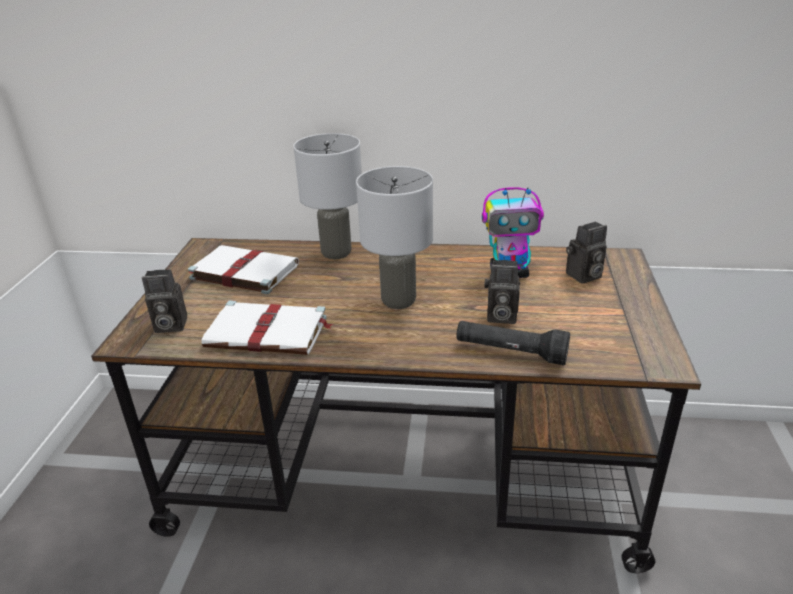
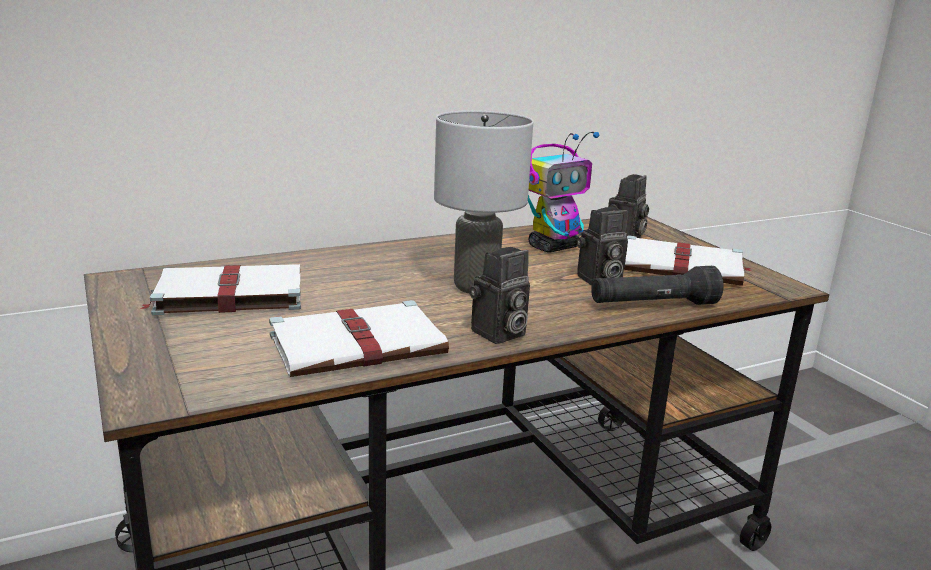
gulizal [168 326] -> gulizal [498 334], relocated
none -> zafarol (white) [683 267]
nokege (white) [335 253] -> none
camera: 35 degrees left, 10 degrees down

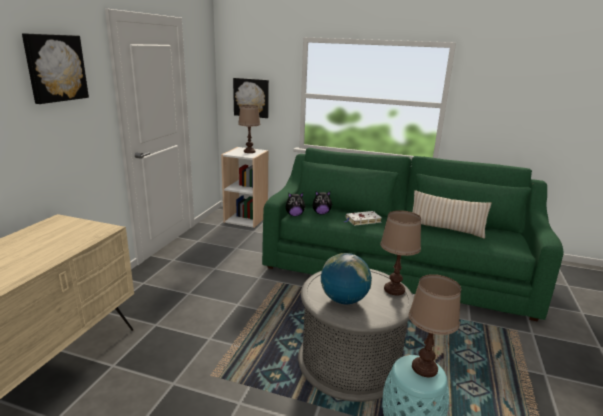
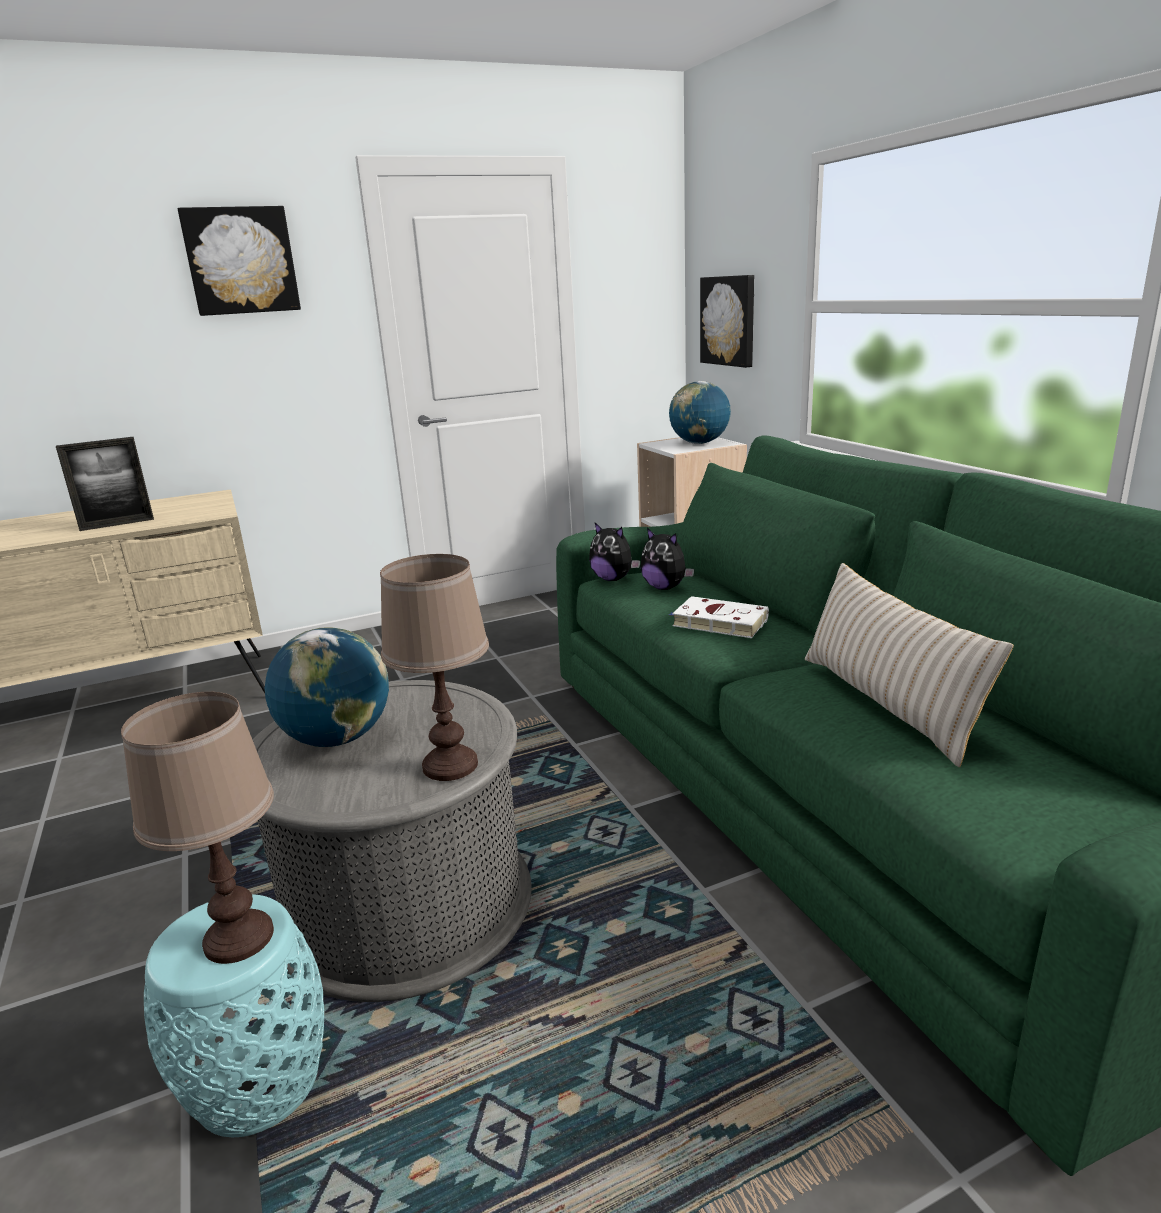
none -> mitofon [117 524]
nokege (brown) [249 151] -> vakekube [699 443]
camera: 50 degrees right, 0 degrees up

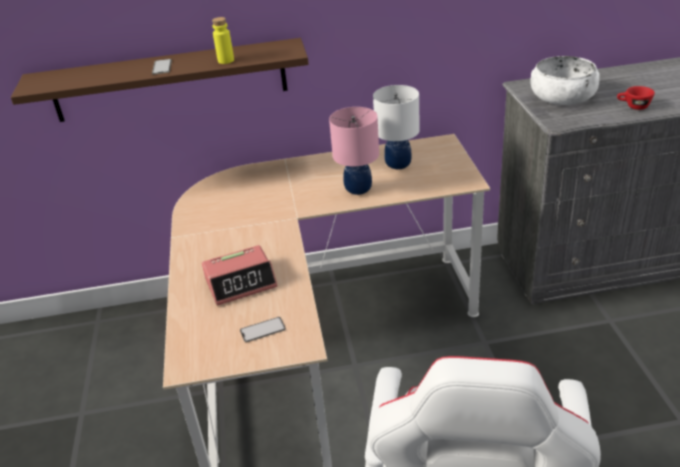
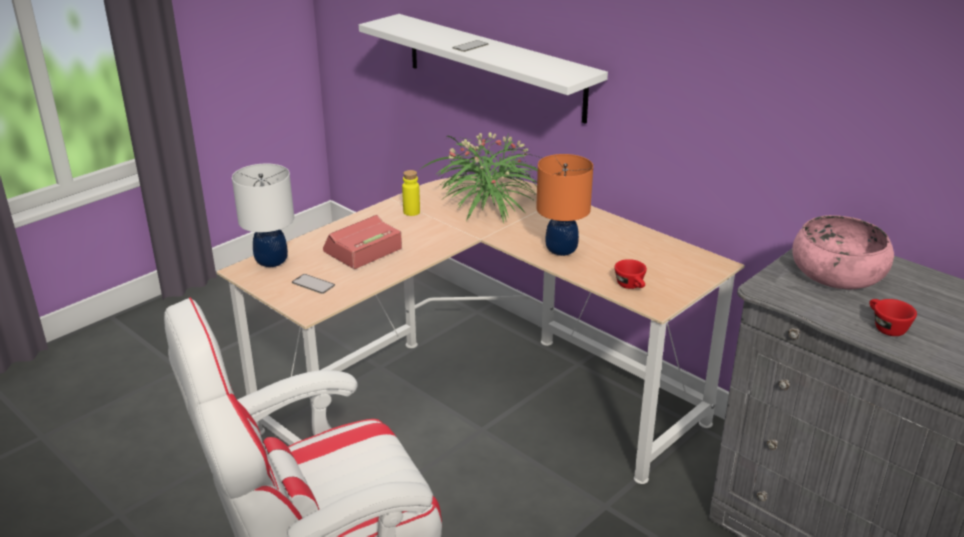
nokege (white) [398 166] -> nokege (white) [270 263], relocated
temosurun [241 282] -> temosurun [362 251], 105 degrees clockwise
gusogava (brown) [169 80] -> gusogava (white) [494 66]
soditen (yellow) [226 60] -> soditen (yellow) [411 212], relocated
none -> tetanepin [488 202]
nokege (pink) [359 190] -> nokege (orange) [562 251]
none -> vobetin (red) [632 286]
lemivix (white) [562 96] -> lemivix (pink) [837 274]
camera: 50 degrees right, 5 degrees down

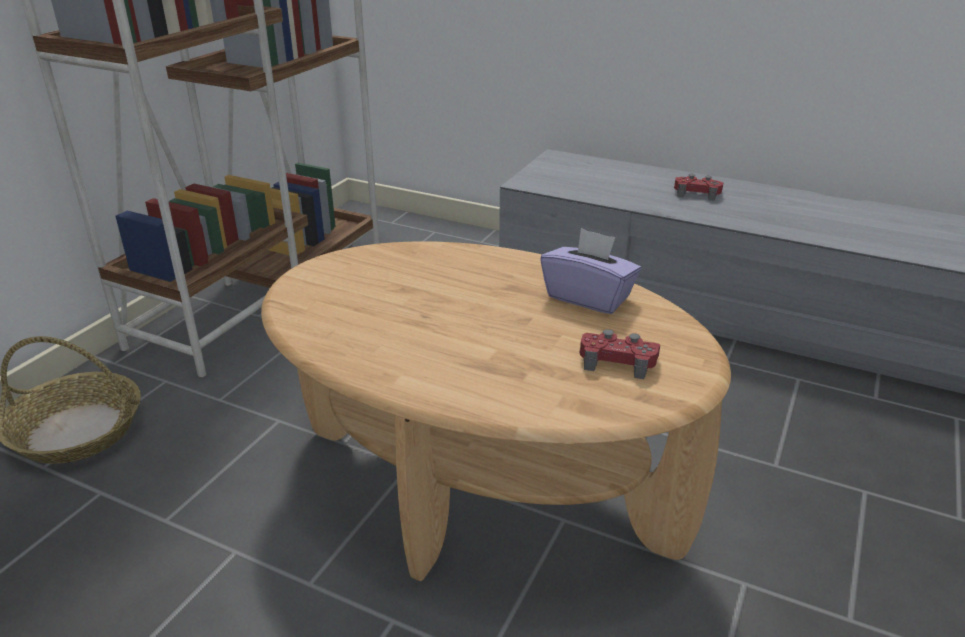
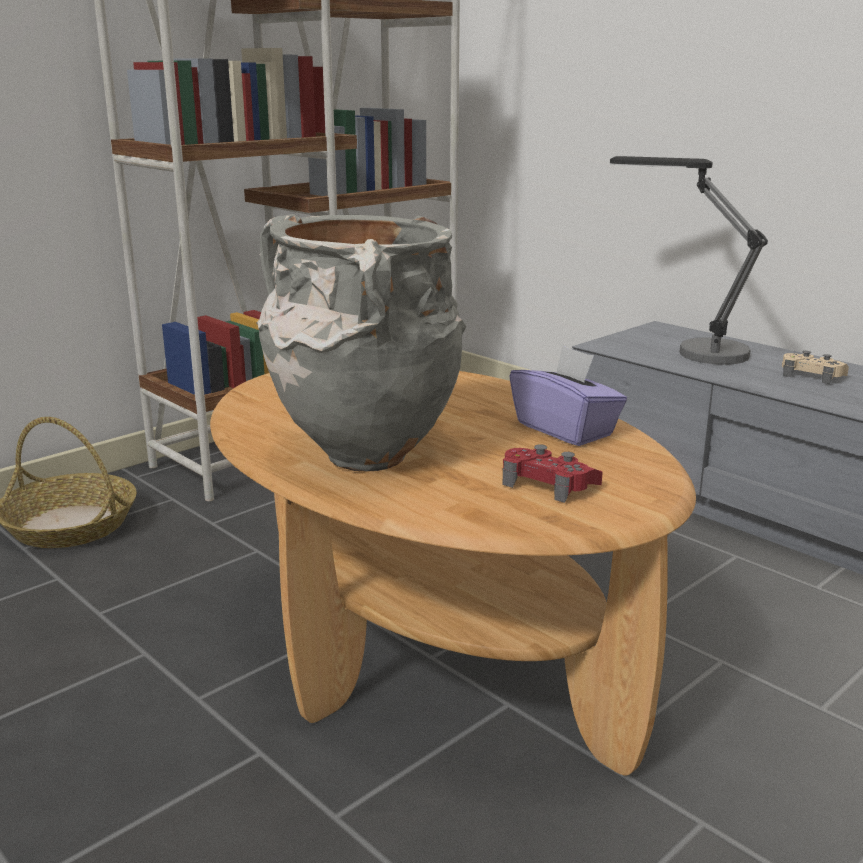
none -> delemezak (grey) [363 455]
none -> nokege [692 351]
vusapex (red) [697 193] -> vusapex (beige) [812 375]
camera: 20 degrees right, 10 degrees down

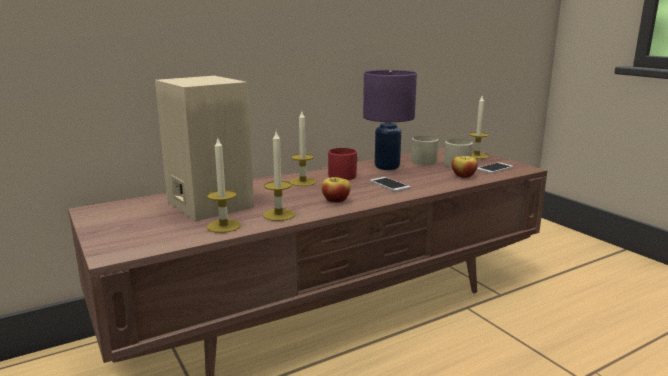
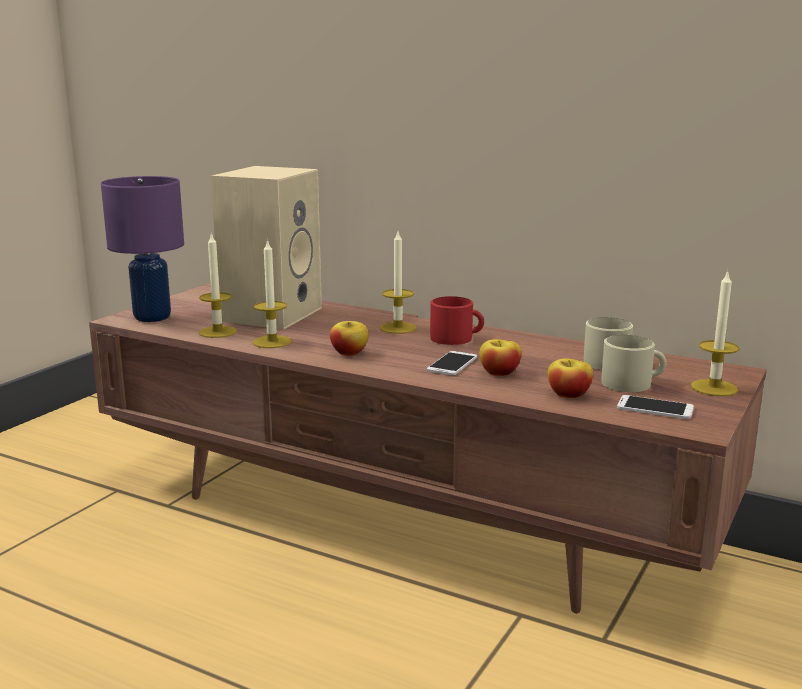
nokege (purple) [388 167] -> nokege (purple) [153 318], relocated
none -> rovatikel [499 373]
camera: 60 degrees right, 0 degrees up

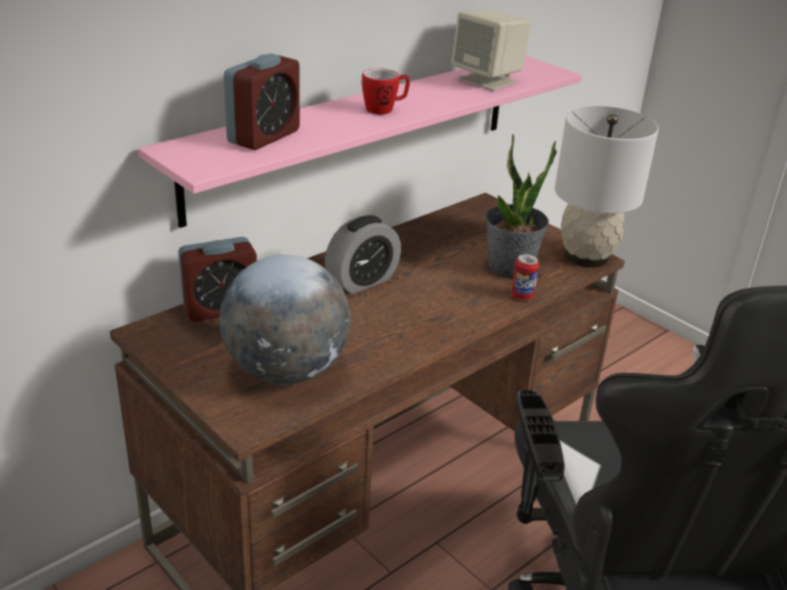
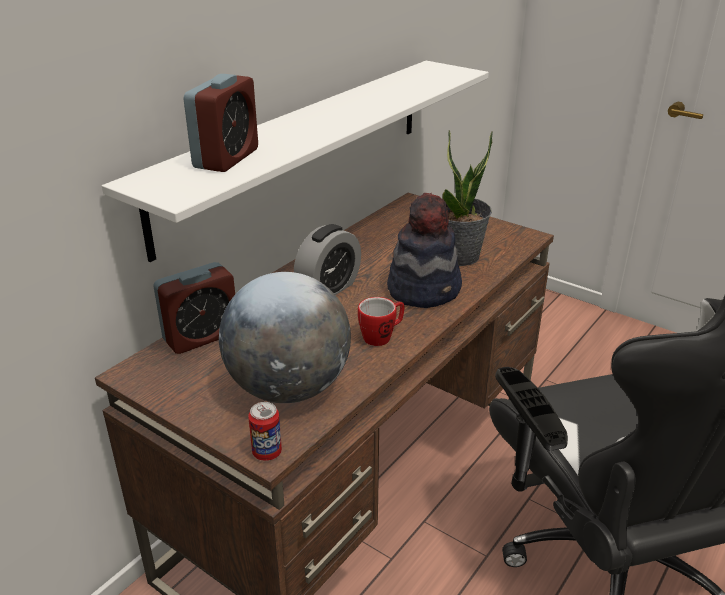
gusogava (pink) [358 133] -> gusogava (white) [300 148]
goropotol [522 296] -> goropotol [267 453], relocated
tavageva [385 109] -> tavageva [382 336], relocated
none -> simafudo [424 289]
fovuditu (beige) [487 81] -> none
nokege (white) [586 256] -> none
camera: 10 degrees left, 0 degrees up

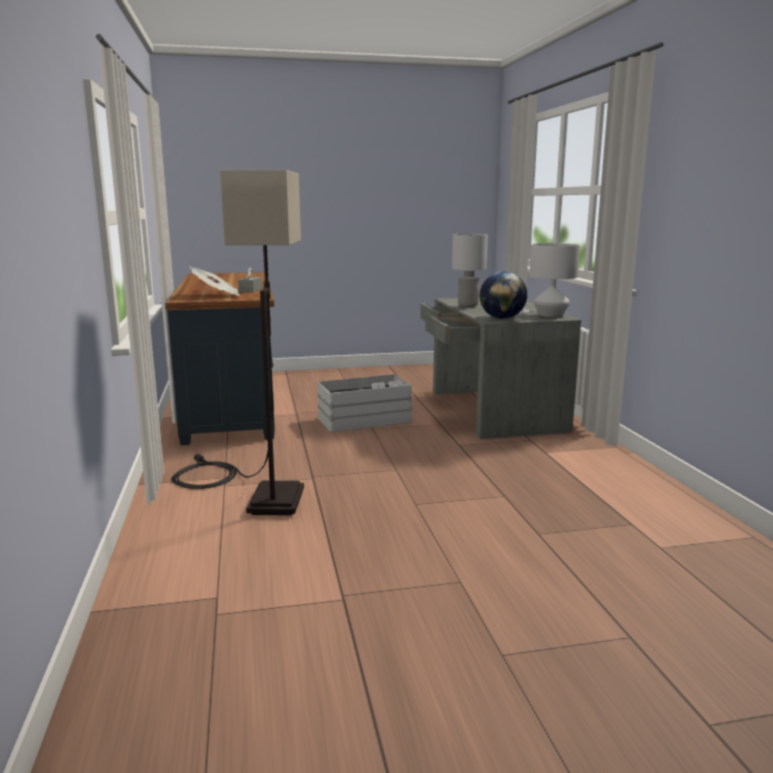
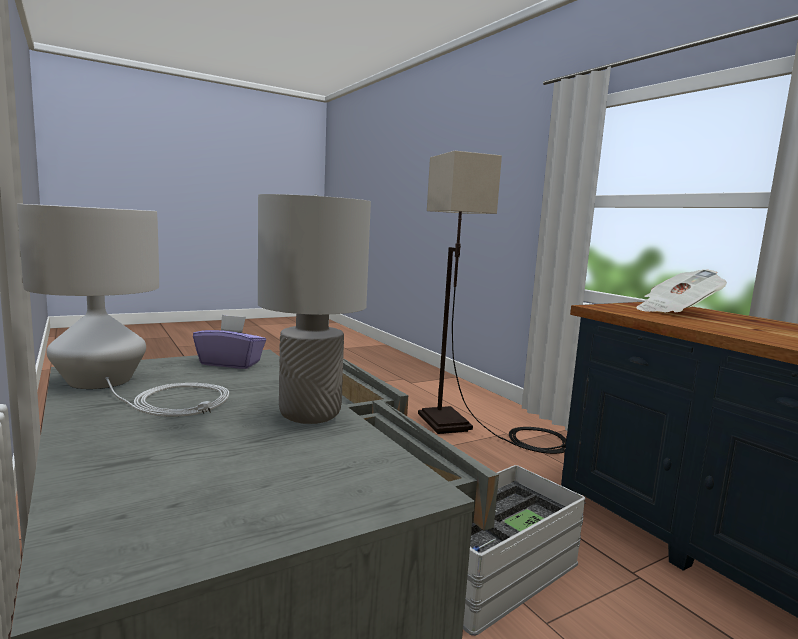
vakekube [502 318] -> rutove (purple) [230 363]
rutove (grey) [250 290] -> none
camera: 160 degrees right, 5 degrees down

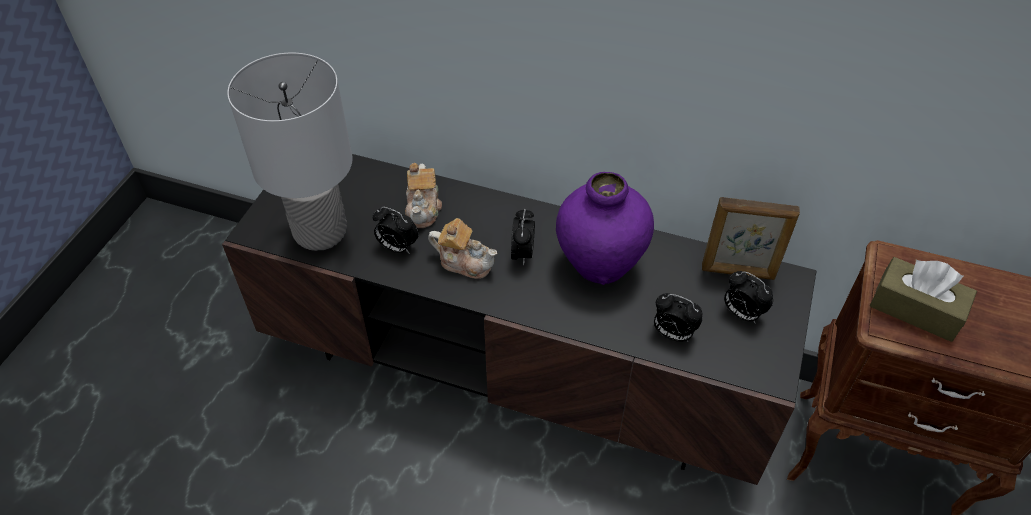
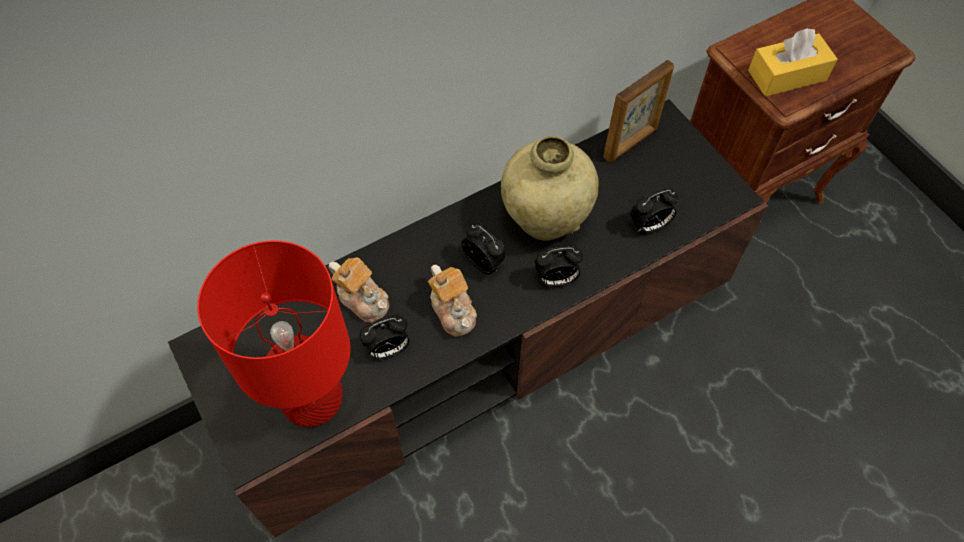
nokege (grey) [322 235] -> nokege (red) [314 400]
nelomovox [465 262] -> nelomovox [453 310], 90 degrees clockwise
delemezak (purple) [600 265] -> delemezak (beige) [545 220]
temosurun [741 313] -> temosurun [556 279], relocated
rutove (brown) [915 309] -> rutove (yellow) [787 75]
camera: 50 degrees left, 10 degrees up

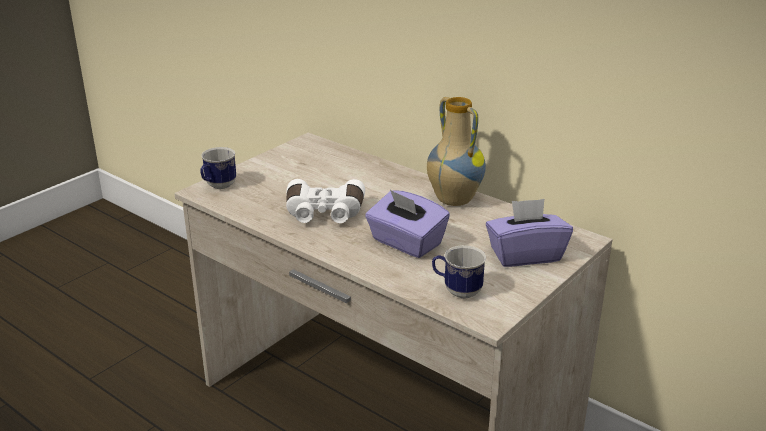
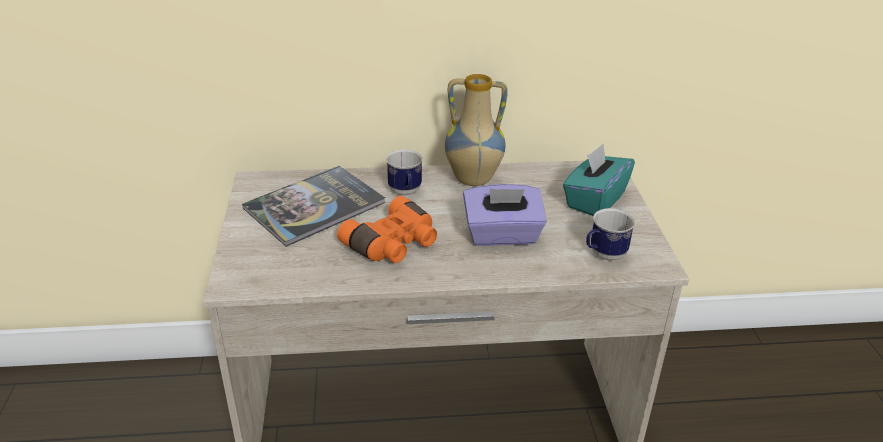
none -> zafarol [314 206]
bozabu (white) [324 214] -> bozabu (orange) [393 245]
tavageva [218 186] -> tavageva [405 193], relocated
rutove (purple) [525 255] -> rutove (turquoise) [594 200]
camera: 45 degrees left, 5 degrees up

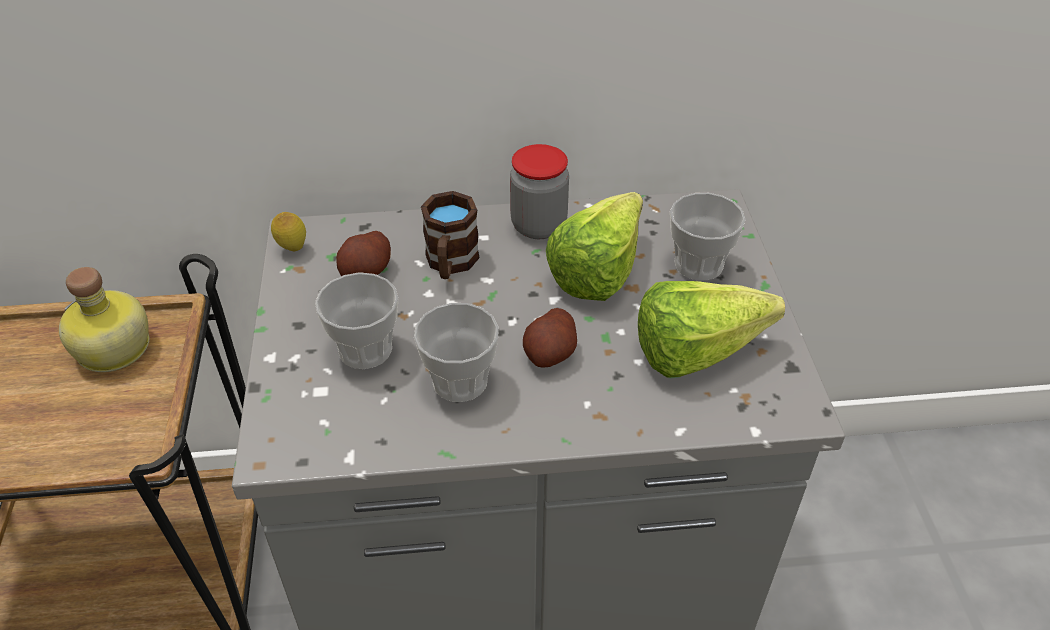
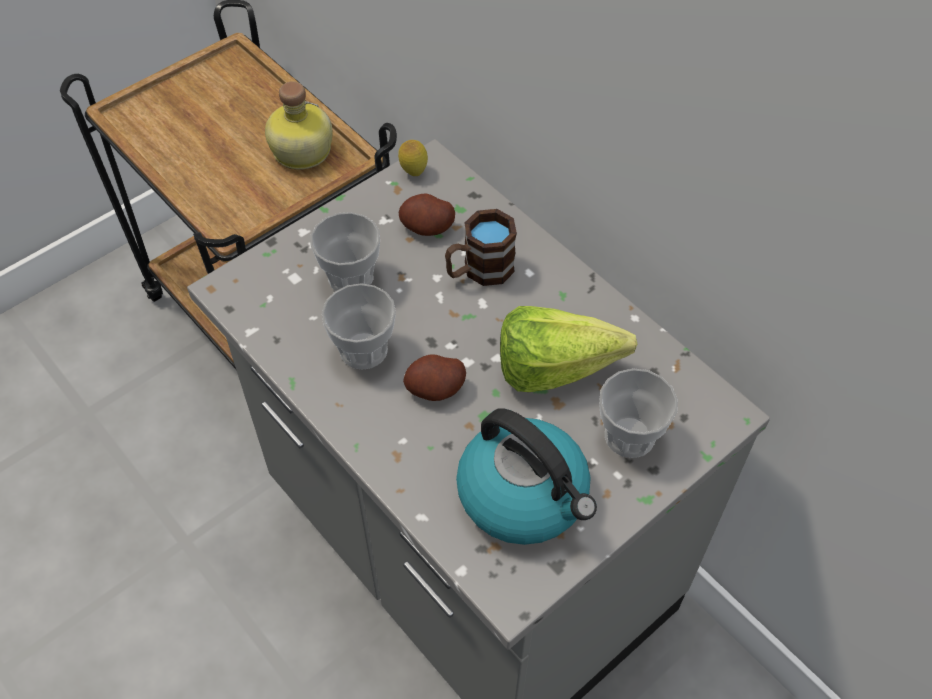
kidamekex [709 352] -> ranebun [525 495]
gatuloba [538 226] -> none
camera: 55 degrees right, 10 degrees up

